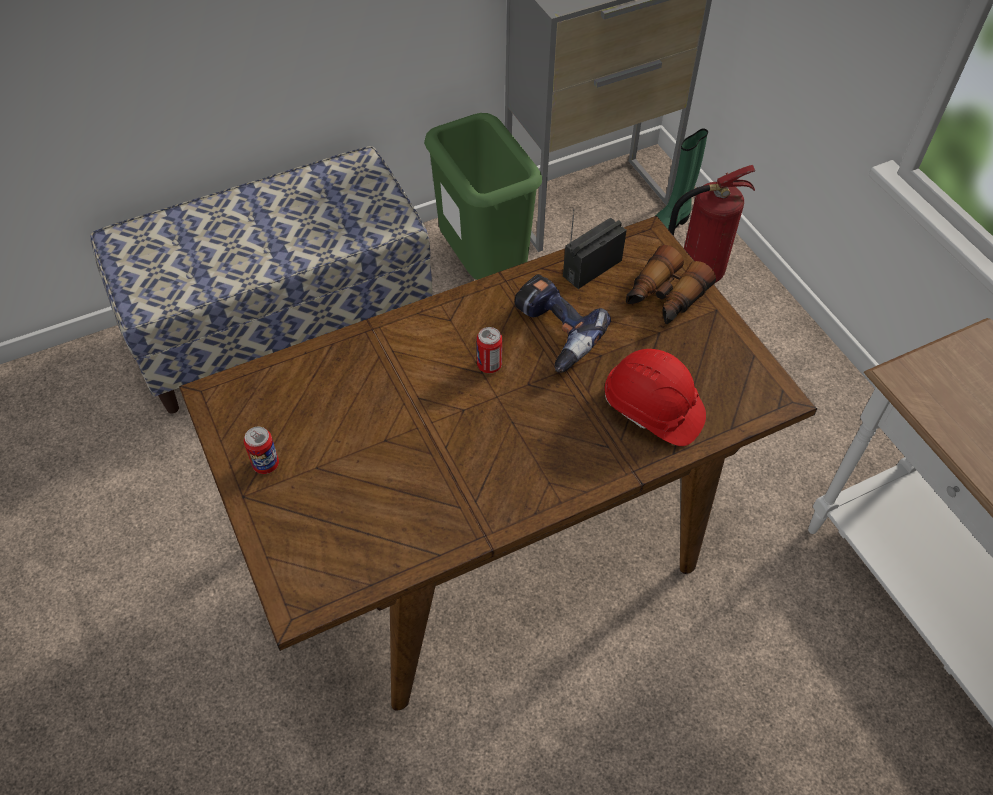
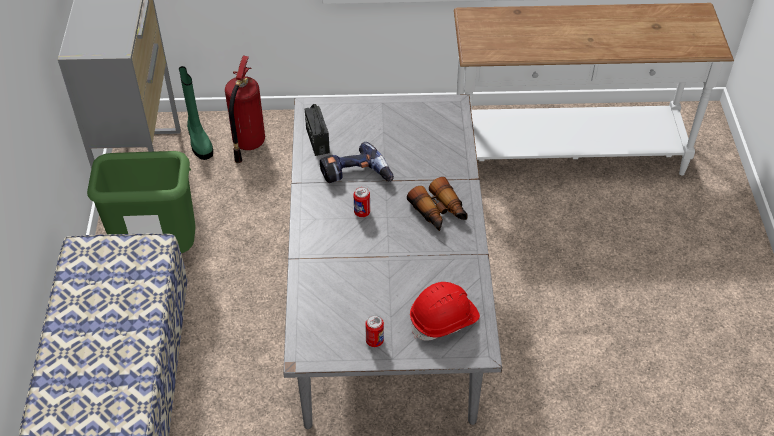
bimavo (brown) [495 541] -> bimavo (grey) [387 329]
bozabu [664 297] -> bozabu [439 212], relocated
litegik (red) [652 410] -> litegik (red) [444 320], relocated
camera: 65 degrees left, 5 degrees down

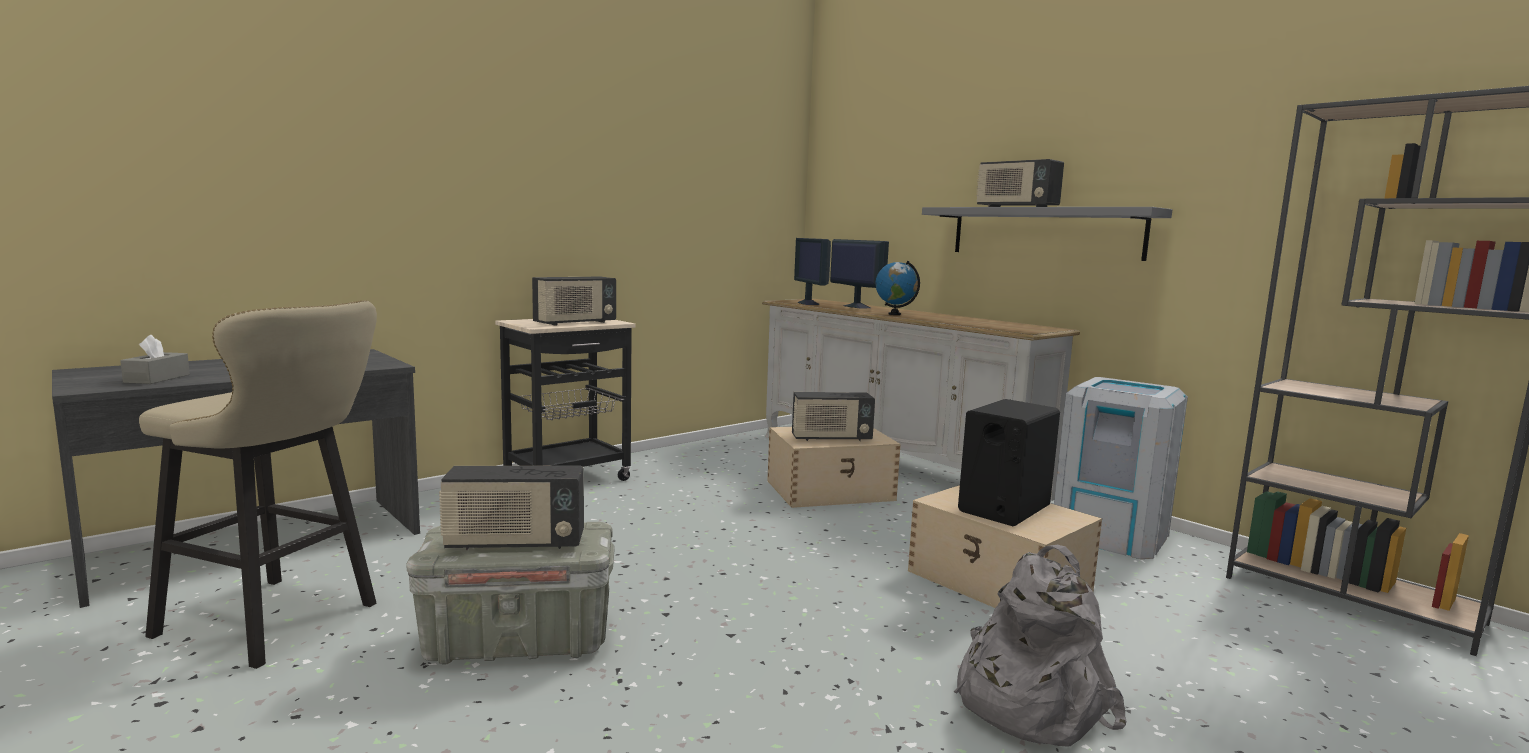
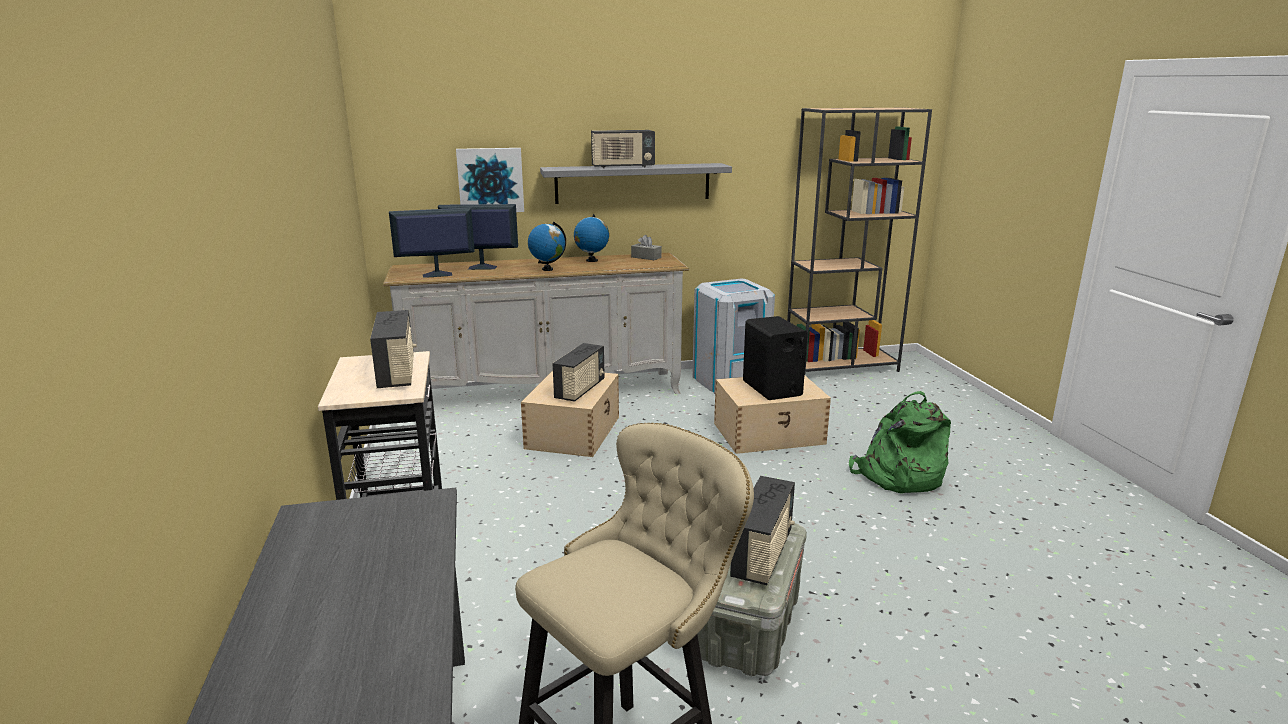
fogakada [808 303] -> fogakada [436 275], 150 degrees clockwise
none -> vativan [490 180]
none -> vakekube [591 260]
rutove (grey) [157 378] -> rutove (grey) [646 257], relocated
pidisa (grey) [1026 700] -> pidisa (green) [897 476]
camera: 60 degrees left, 10 degrees up

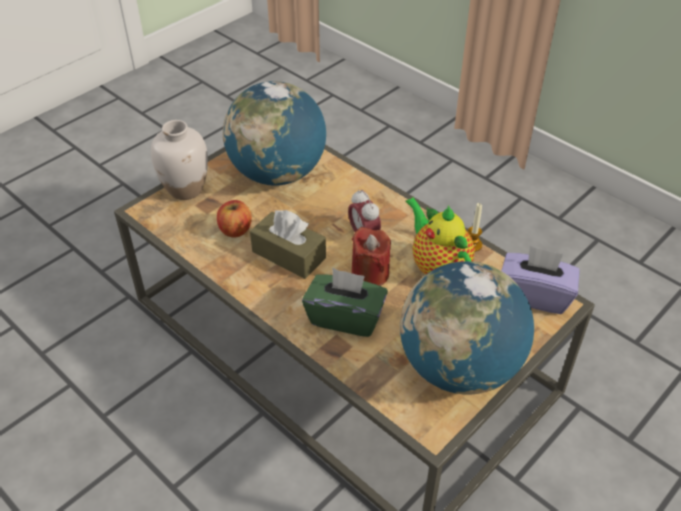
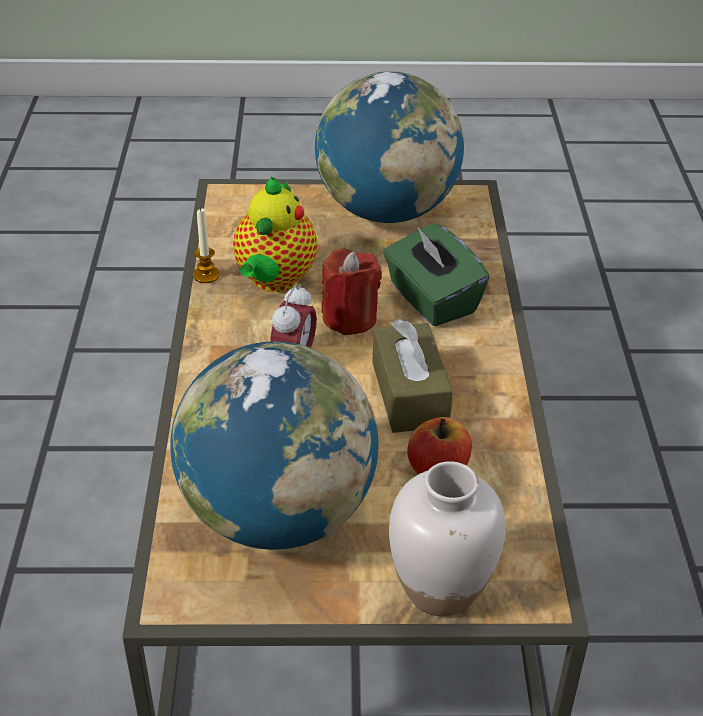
rutove (purple) [534 295] -> none
camera: 135 degrees left, 5 degrees down

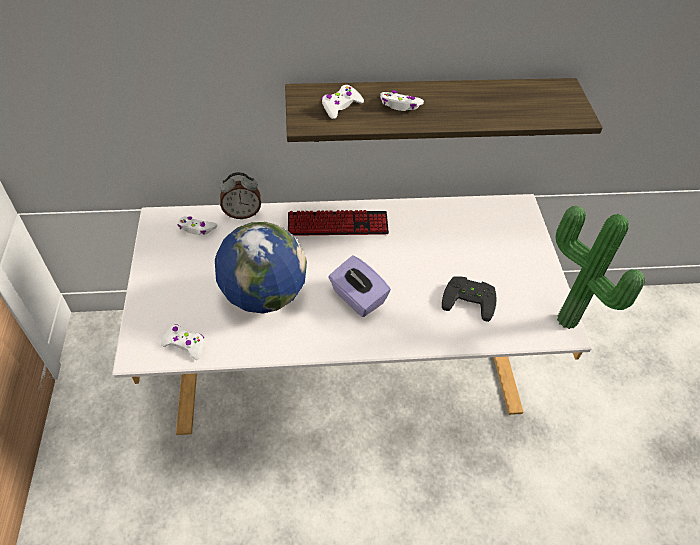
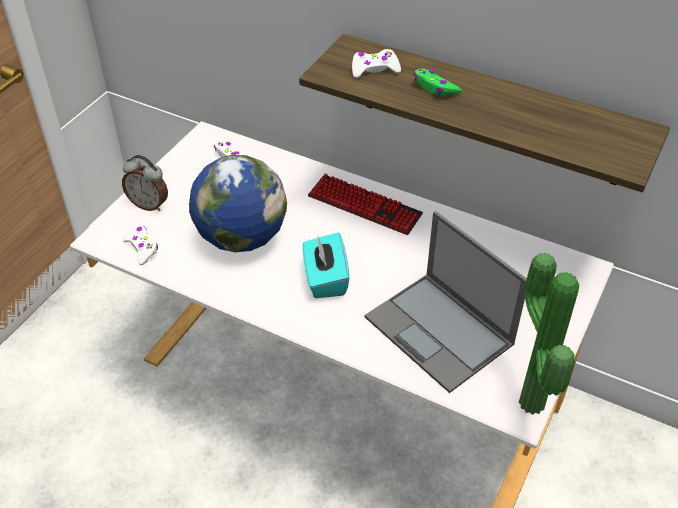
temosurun [242 213] -> temosurun [149 204], relocated
rutove (purple) [357 298] -> rutove (turquoise) [325 279]
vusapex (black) [470 298] -> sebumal [440 331]
vusapex (white) [400 105] -> vusapex (green) [435 88]
camera: 35 degrees right, 5 degrees down

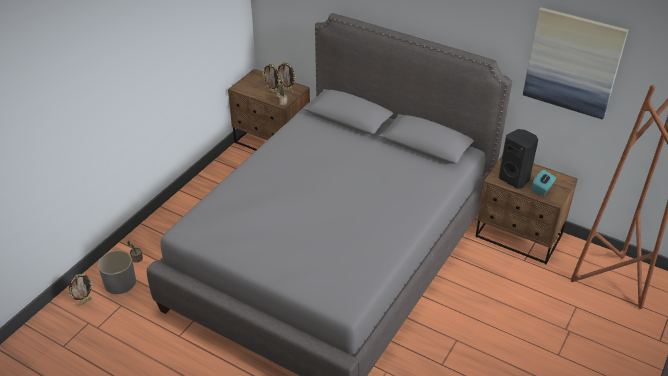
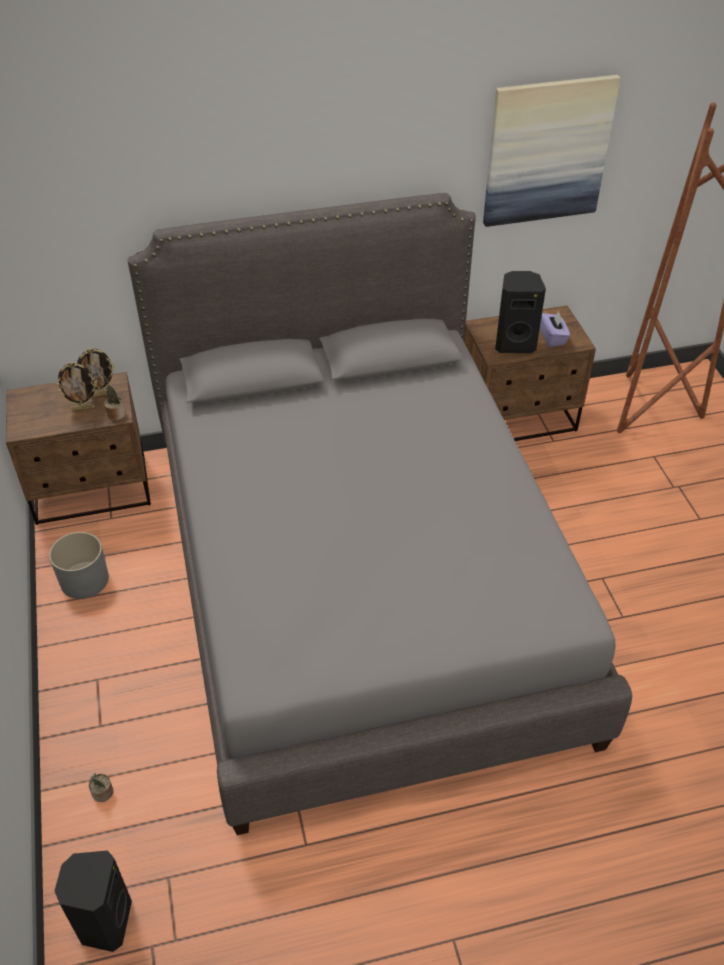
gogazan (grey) [120 282] -> gogazan (grey) [84 580], relocated
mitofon [84 301] -> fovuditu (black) [104 922]
rutove (turquoise) [542 188] -> rutove (purple) [552 337]
camera: 45 degrees left, 5 degrees up

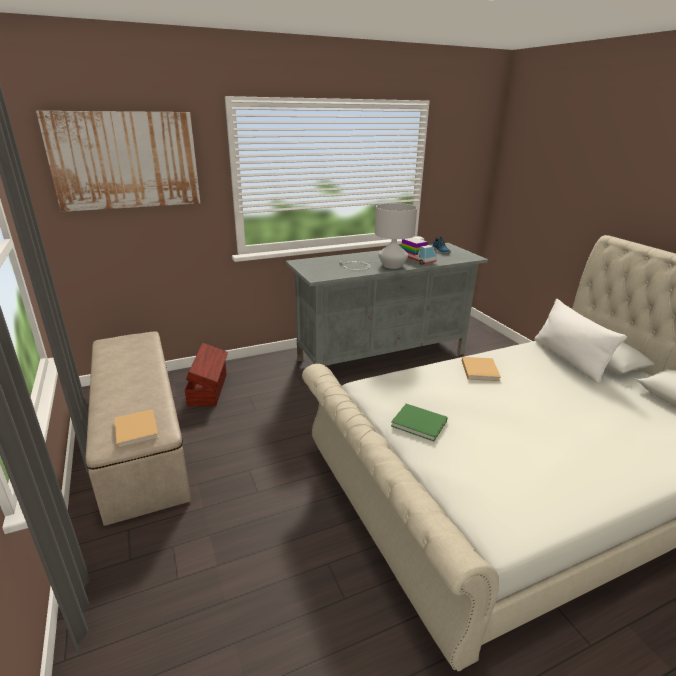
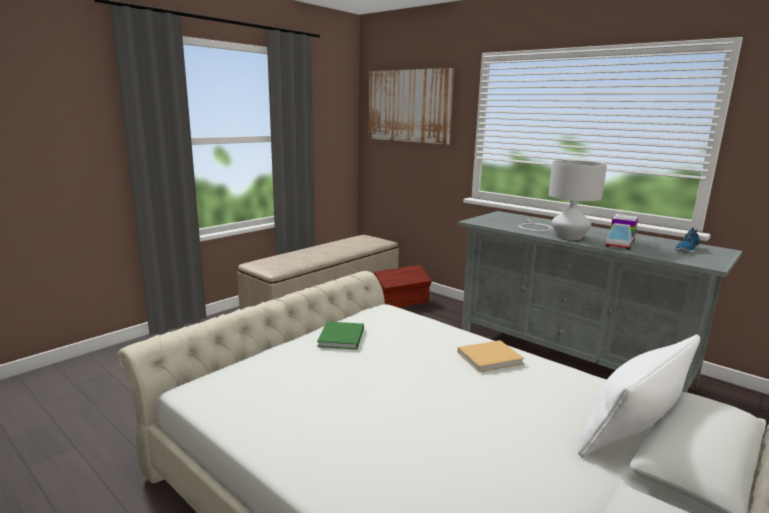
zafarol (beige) [136 429] -> none
camera: 65 degrees right, 10 degrees down

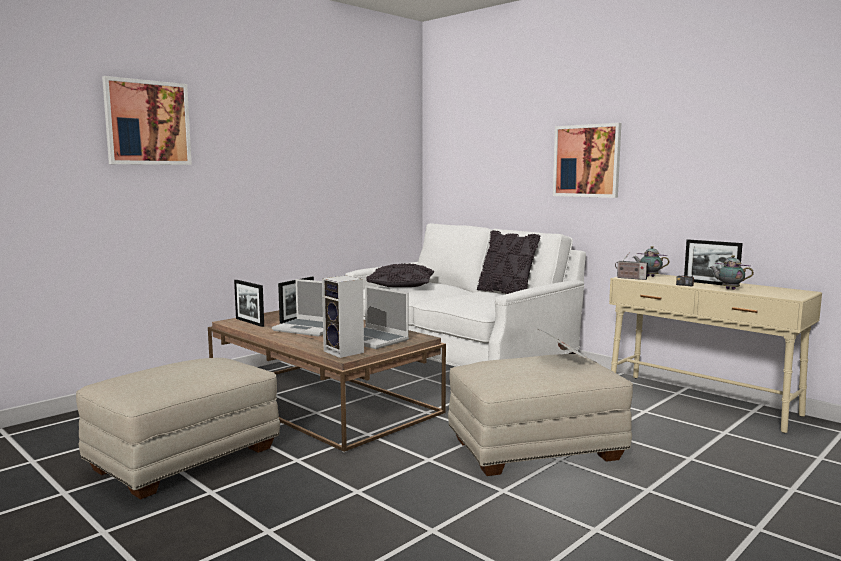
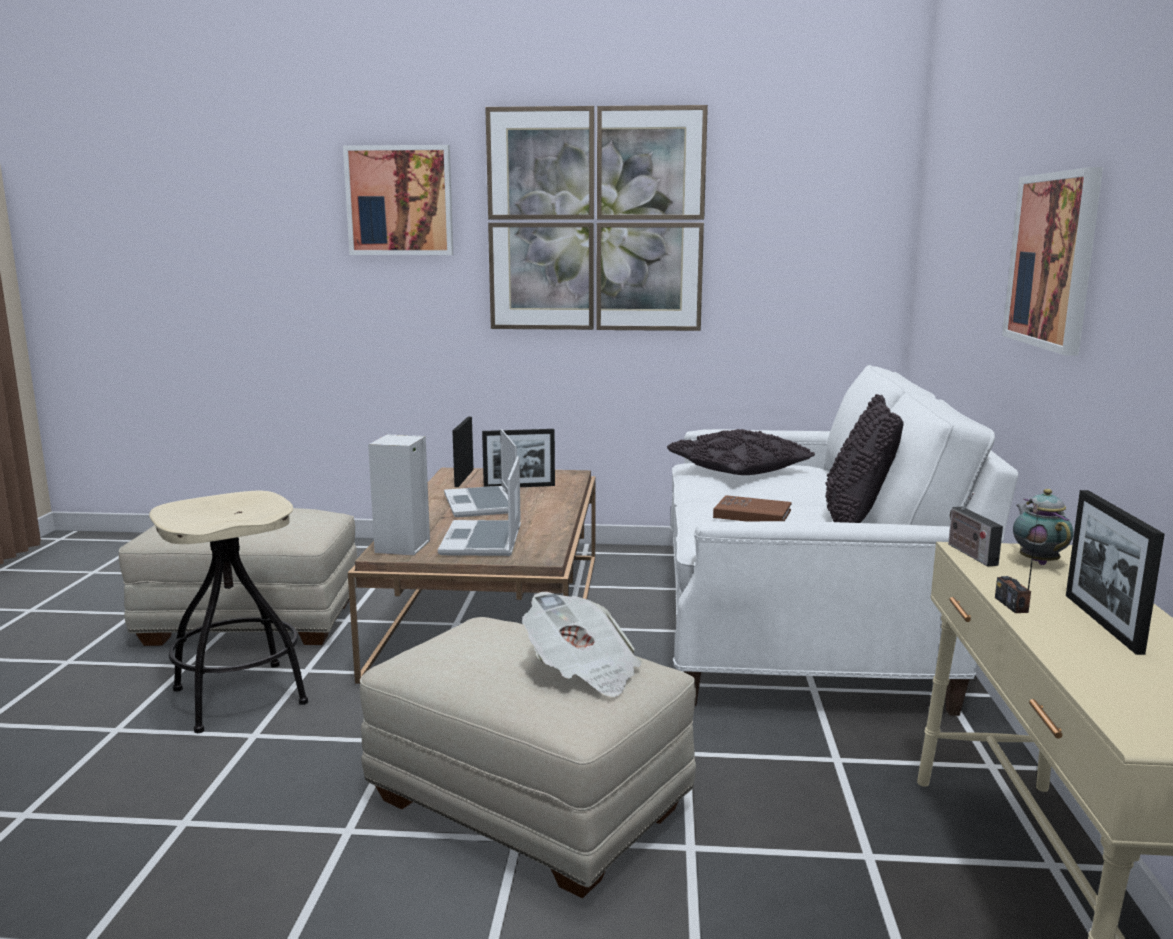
none -> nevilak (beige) [240 695]
none -> vativan [595 221]
none -> zafarol (brown) [752 514]
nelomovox [729 289] -> none
camera: 50 degrees right, 5 degrees up

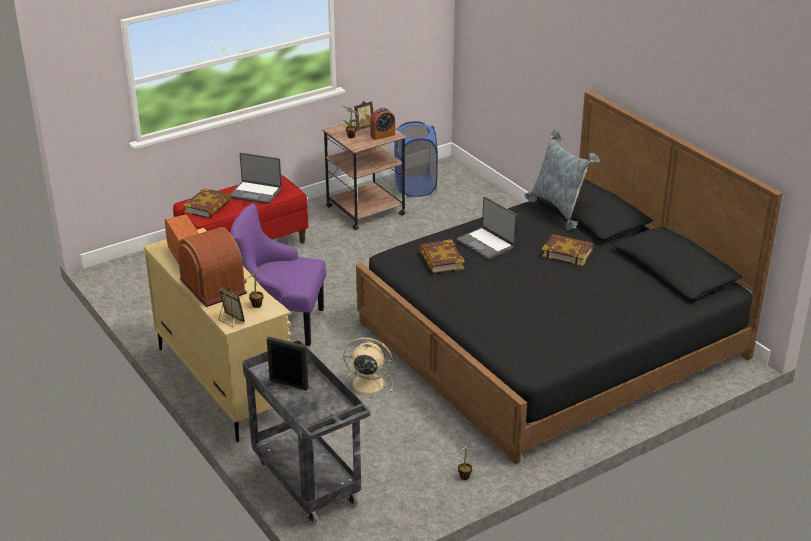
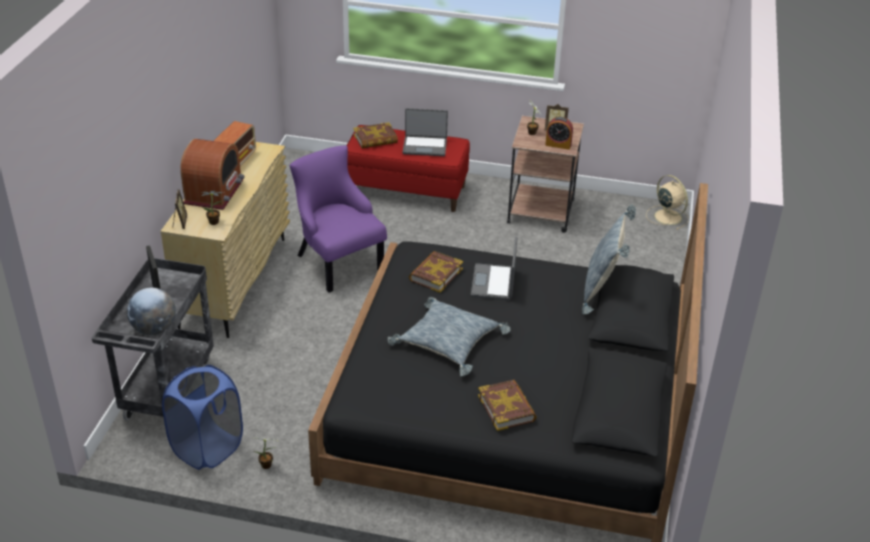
none -> vakekube [154 329]
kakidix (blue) [415 187] -> kakidix (blue) [207 448], relocated
none -> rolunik [449 339]
sebumal [256 193] -> sebumal [425 146], 60 degrees counterclockwise
zafarol [567 253] -> zafarol [506 408], relocated
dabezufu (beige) [366 383] -> dabezufu (beige) [667 216], relocated
camera: 45 degrees right, 5 degrees up

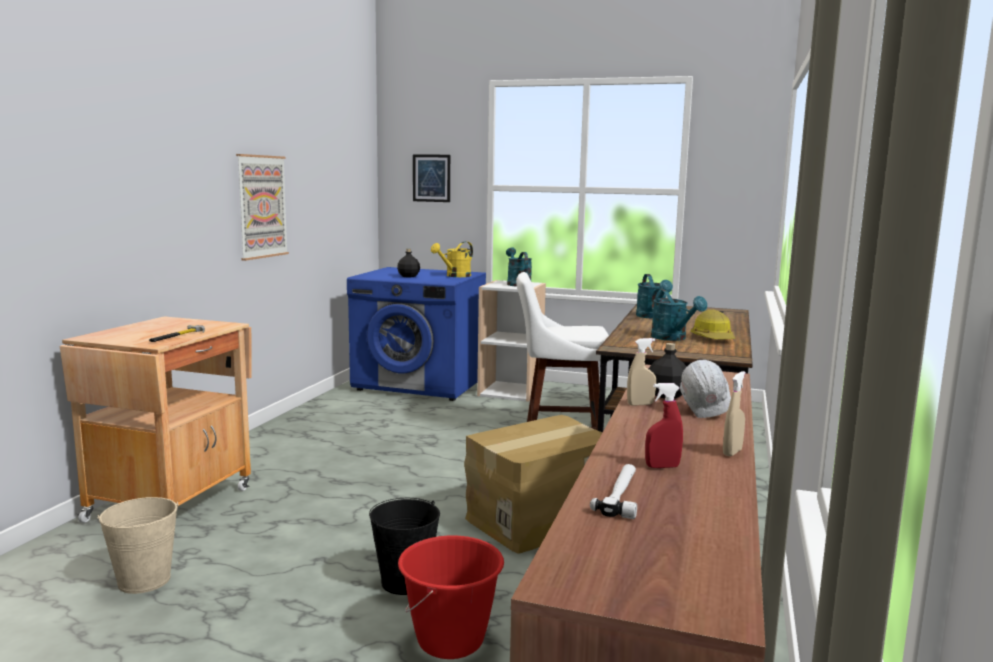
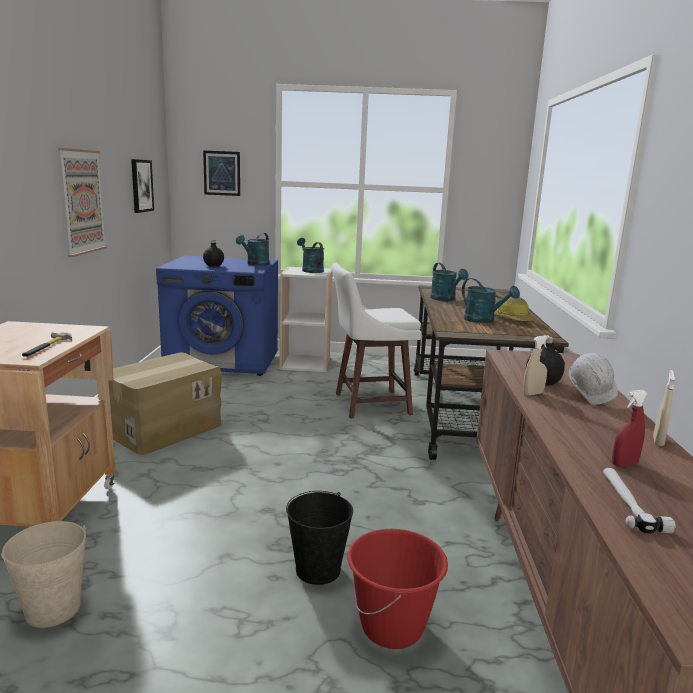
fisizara [539 518] -> fisizara [164 429], relocated
none -> vativan [141 185]
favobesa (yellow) [455 276] -> favobesa (turquoise) [255 264]
camera: 15 degrees left, 5 degrees up

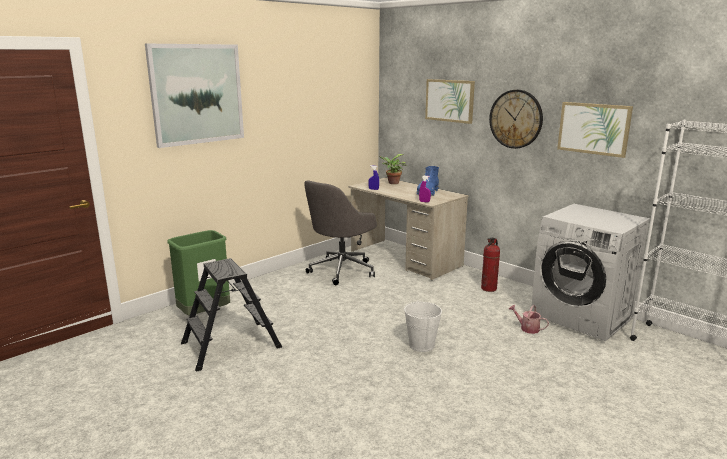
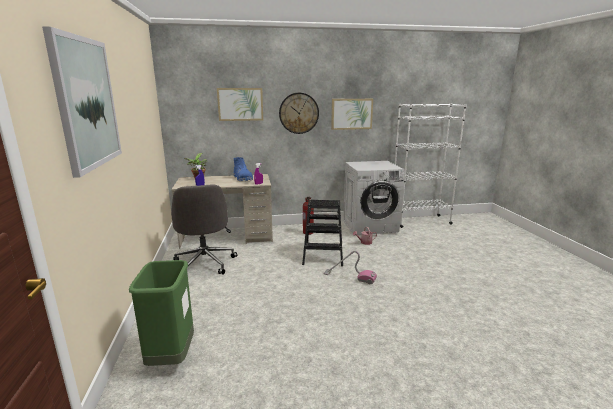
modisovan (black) [231 345] -> modisovan (black) [323 253], relocated
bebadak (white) [421 345] -> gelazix [349 277]
camera: 55 degrees left, 0 degrees up

